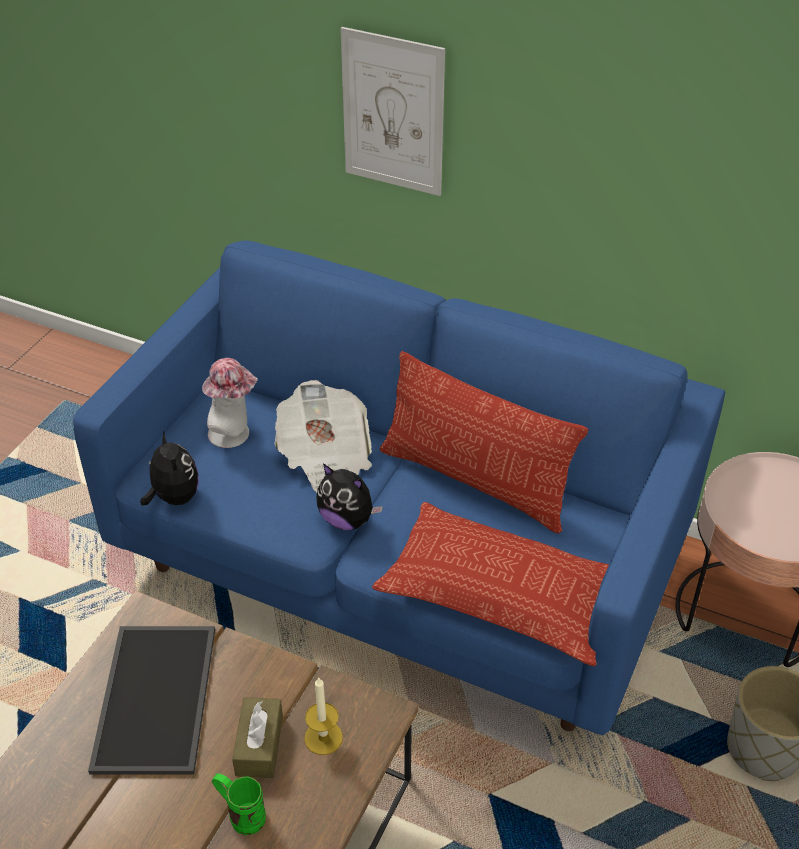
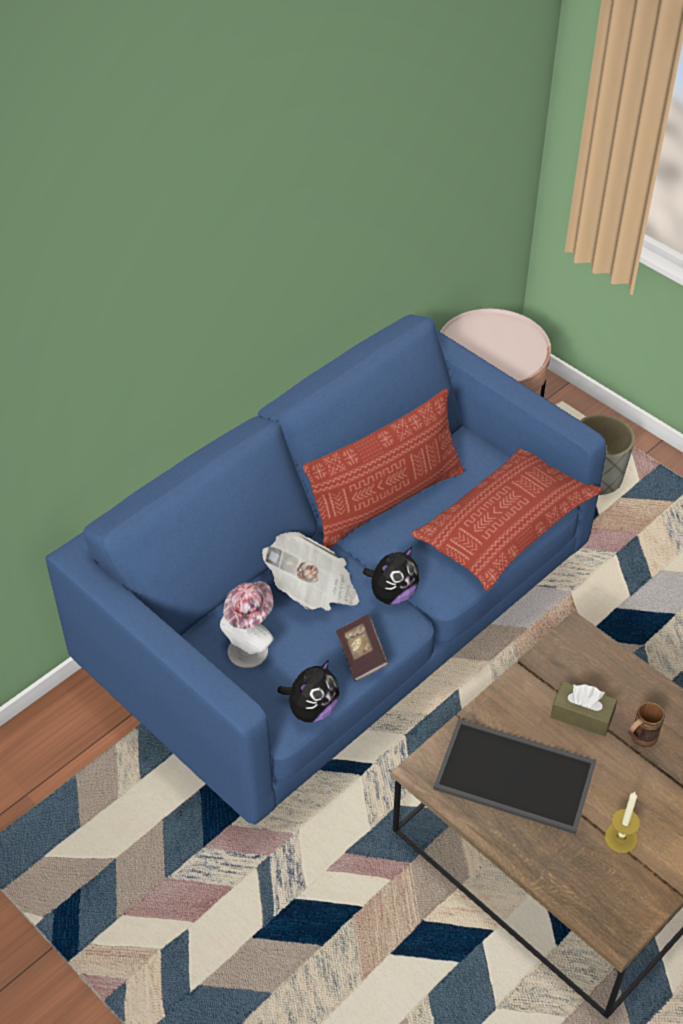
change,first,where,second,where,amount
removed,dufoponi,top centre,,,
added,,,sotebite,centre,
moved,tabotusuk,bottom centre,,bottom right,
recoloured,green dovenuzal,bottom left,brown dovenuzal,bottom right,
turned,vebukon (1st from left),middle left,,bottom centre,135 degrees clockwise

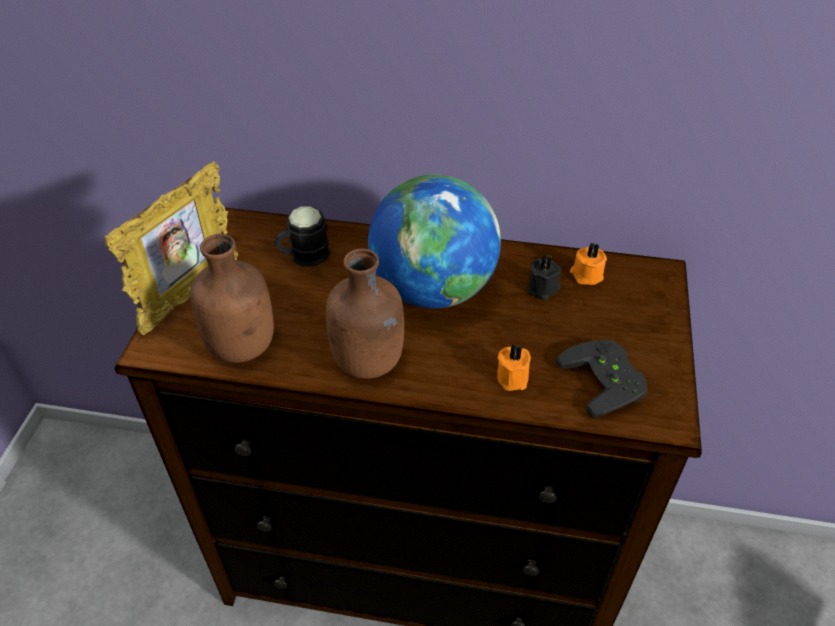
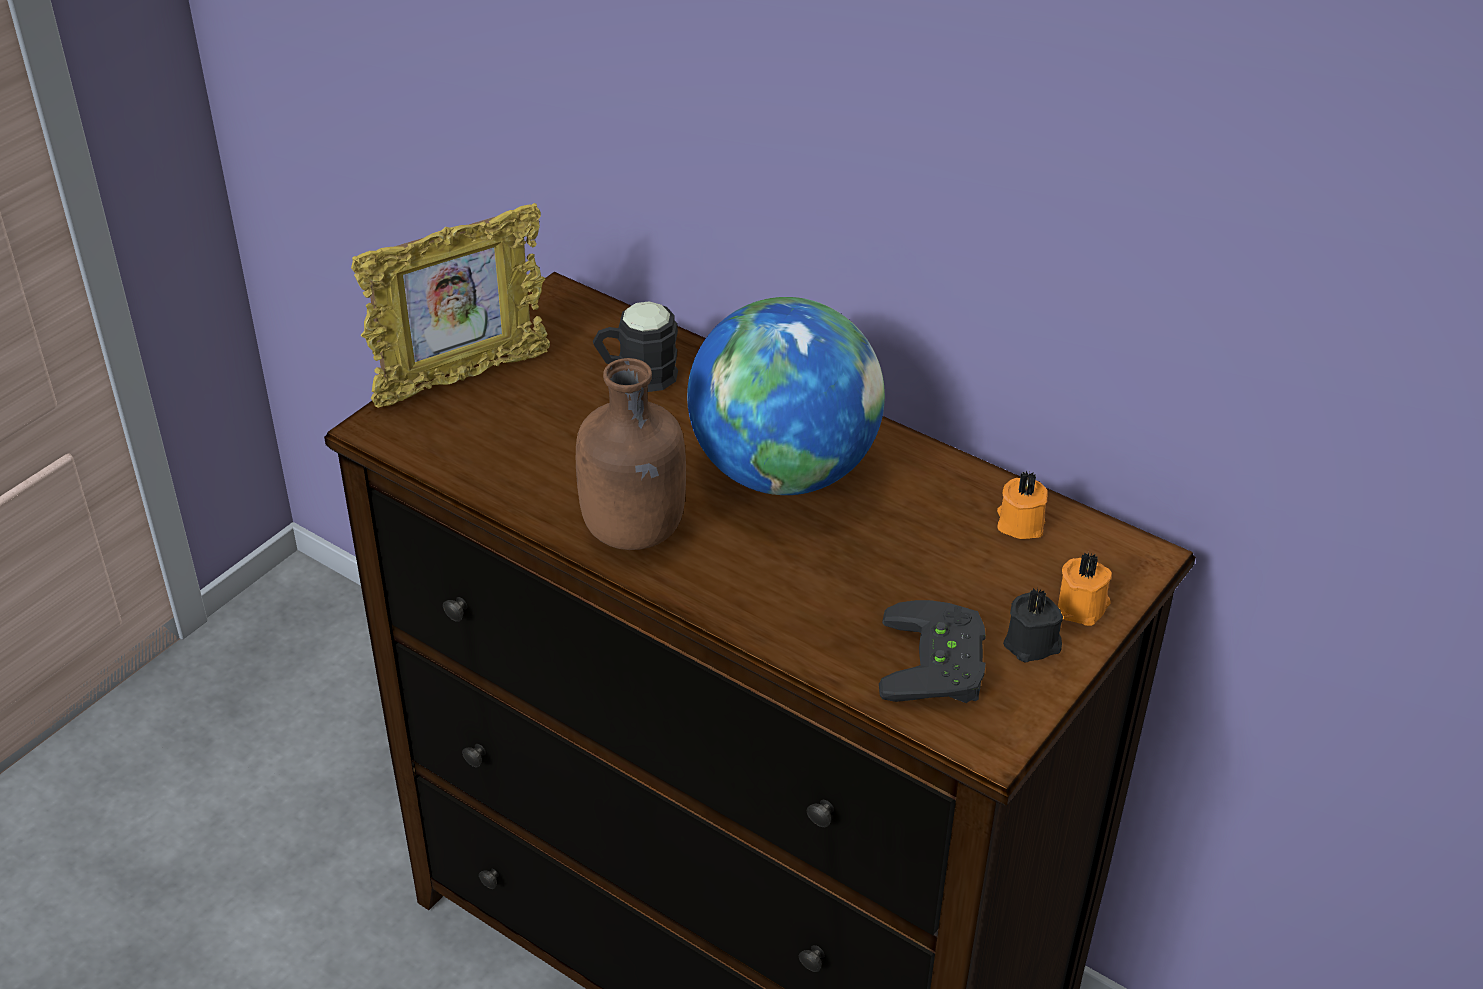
change,first,where,second,where,amount
removed,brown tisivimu (1st from left),middle left,,,
moved,orange tabotusuk (1st from left in the first image),centre,orange tabotusuk (2nd from left),middle right,
moved,black tabotusuk,centre,,middle right,

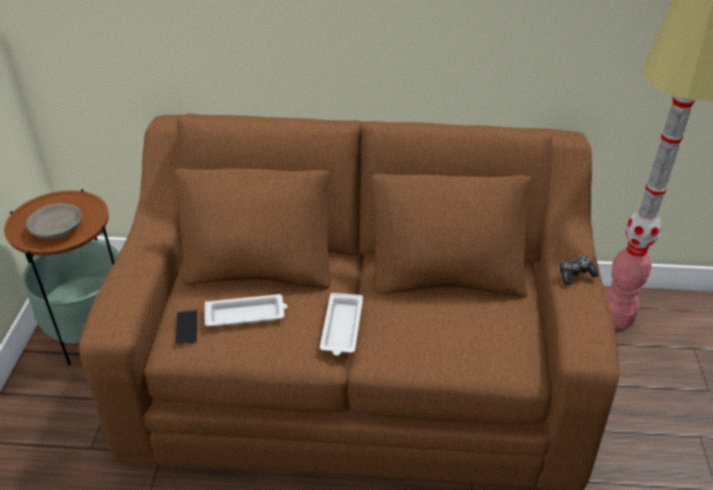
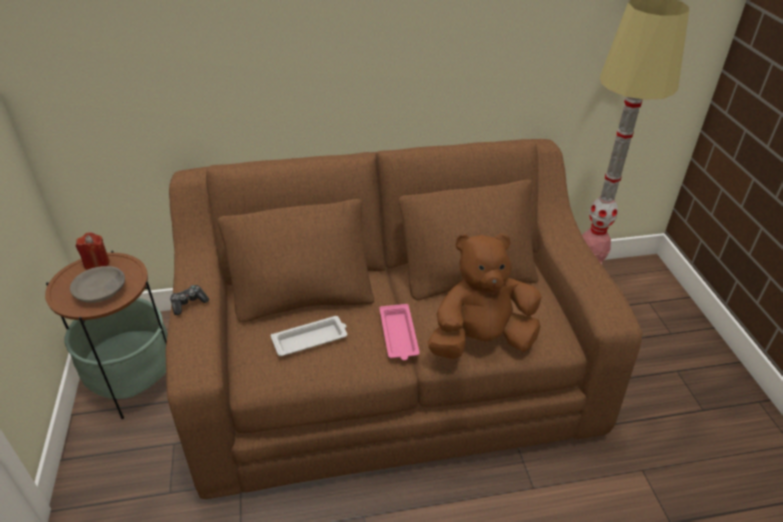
change,first,where,second,where,amount
removed,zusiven,bottom left,,,
added,,,red tabotusuk,middle left,
added,,,brown vebukon,centre,
moved,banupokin,middle right,,middle left,
recoloured,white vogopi (2nd from left),centre,pink vogopi,centre,

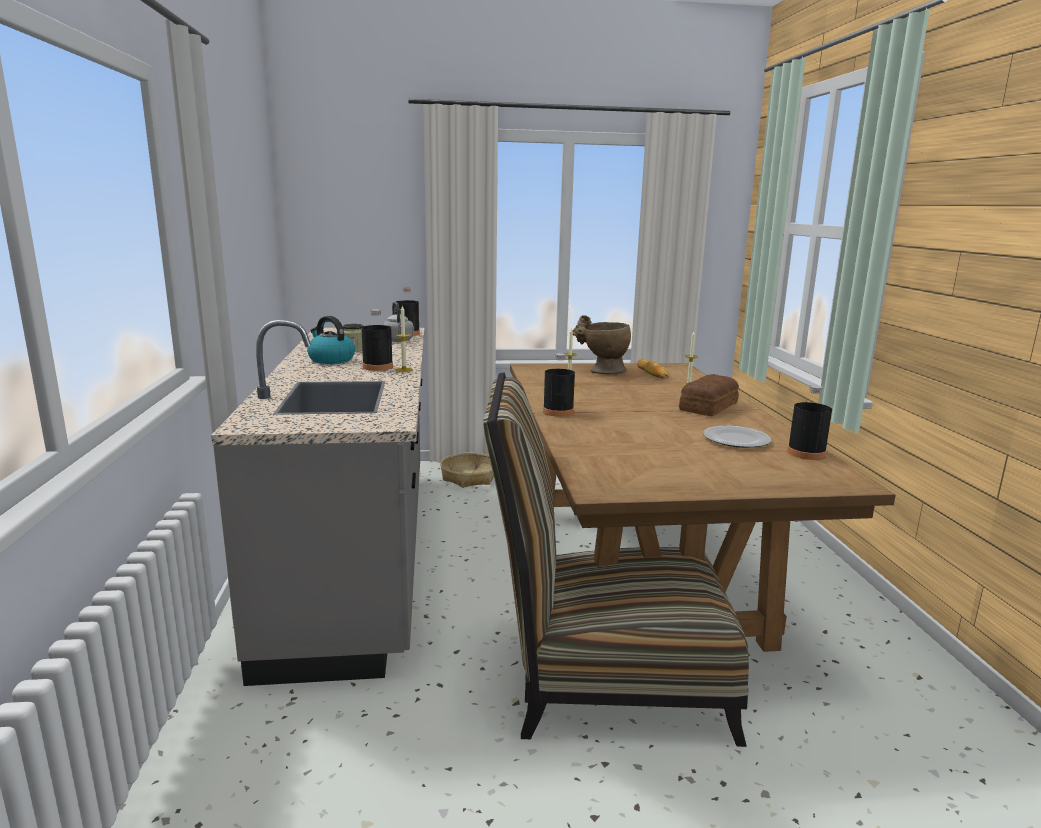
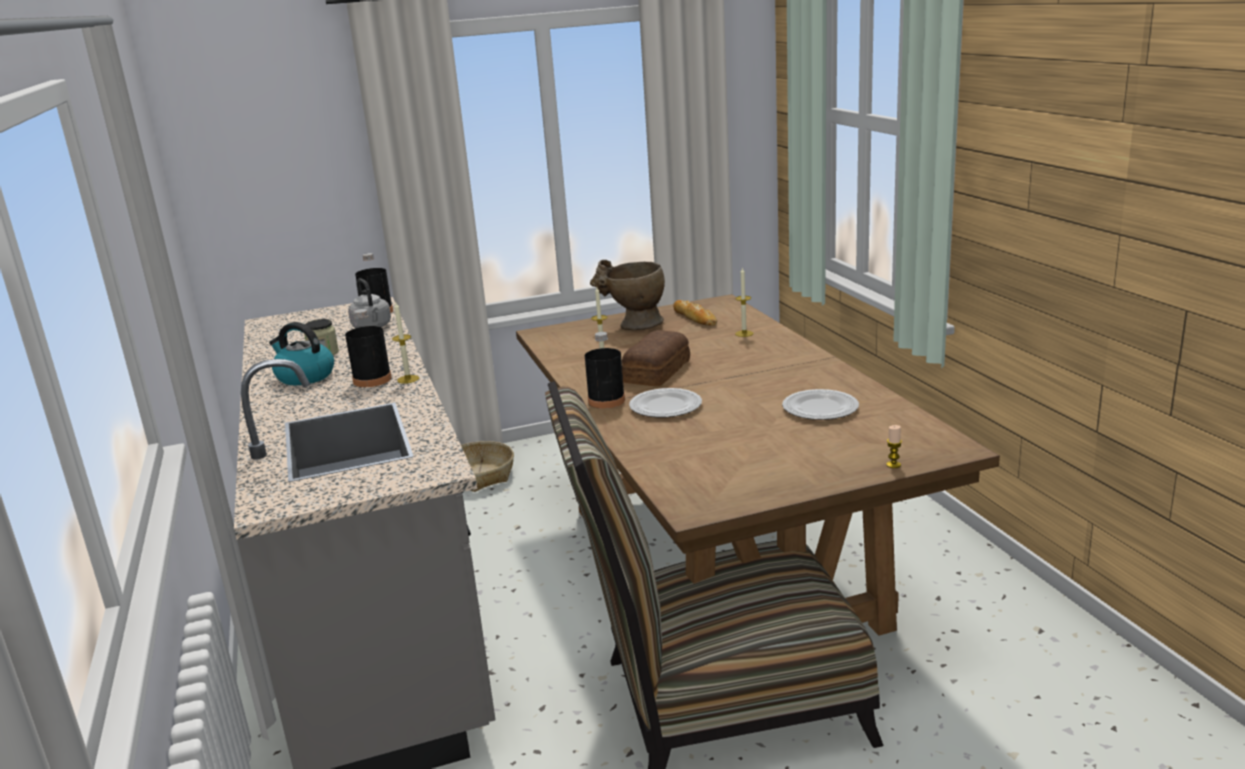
change,first,where,second,where,amount
removed,black tisivimu (4th from left),middle right,,,
added,,,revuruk (1st from left),centre,
added,,,tabotusuk (4th from left),middle right,
moved,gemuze (2nd from left in the first image),middle right,gemuze (1st from left),centre,

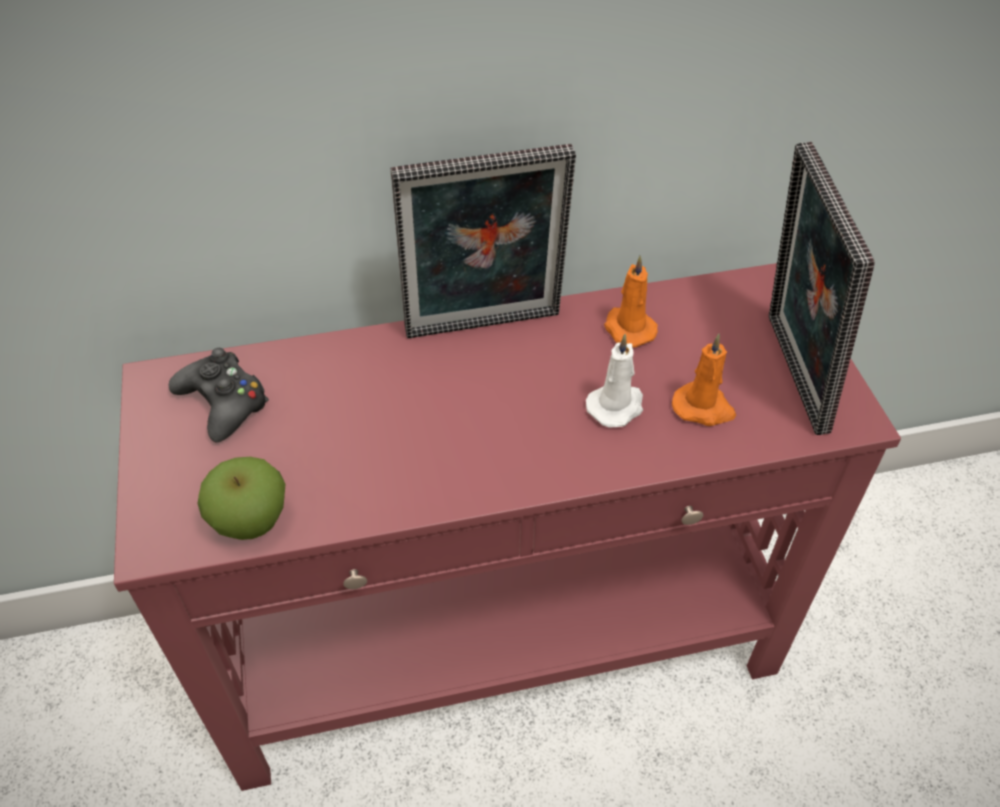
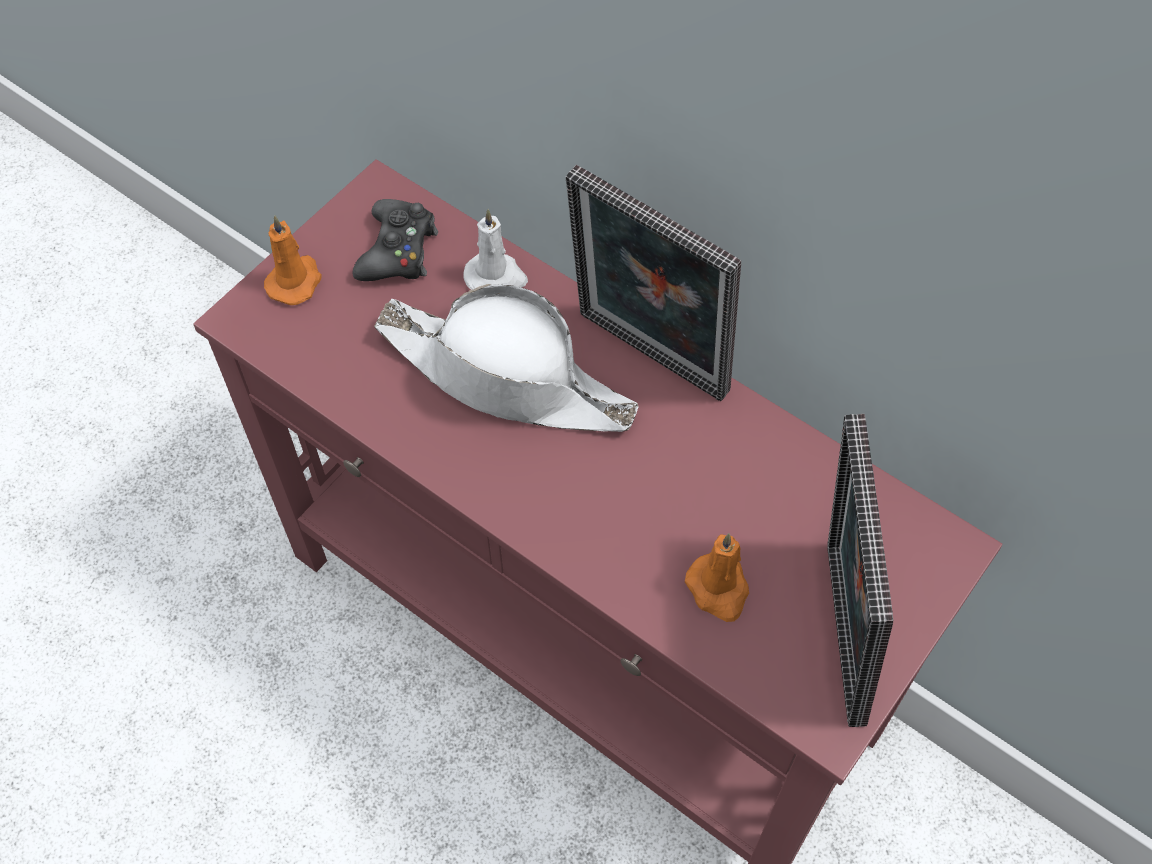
change,first,where,second,where,amount
removed,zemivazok,middle left,,,
added,,,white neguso,centre,
moved,white tabotusuk,centre,,top centre,
moved,orange tabotusuk (1st from left),centre,,top left,
turned,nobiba (2nd from left),middle right,,middle right,45 degrees counterclockwise

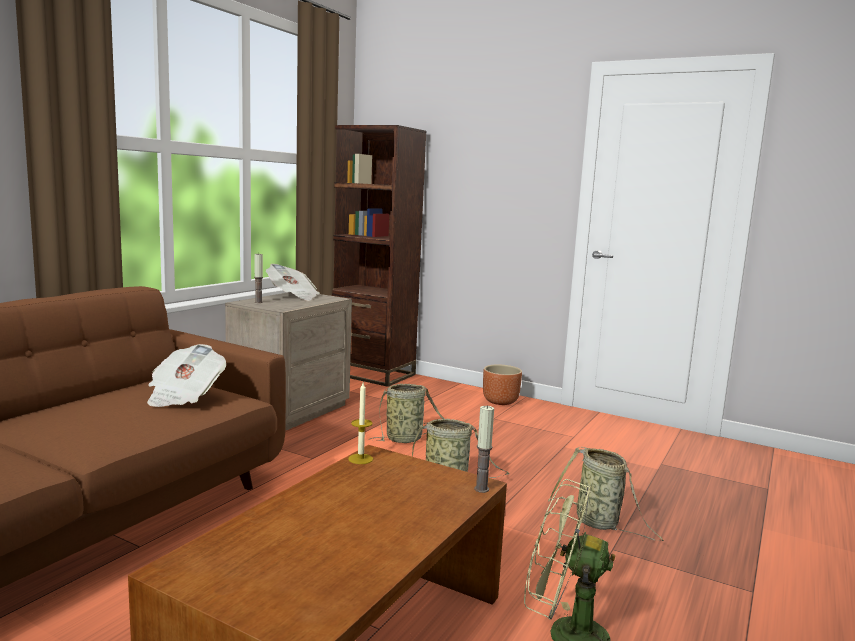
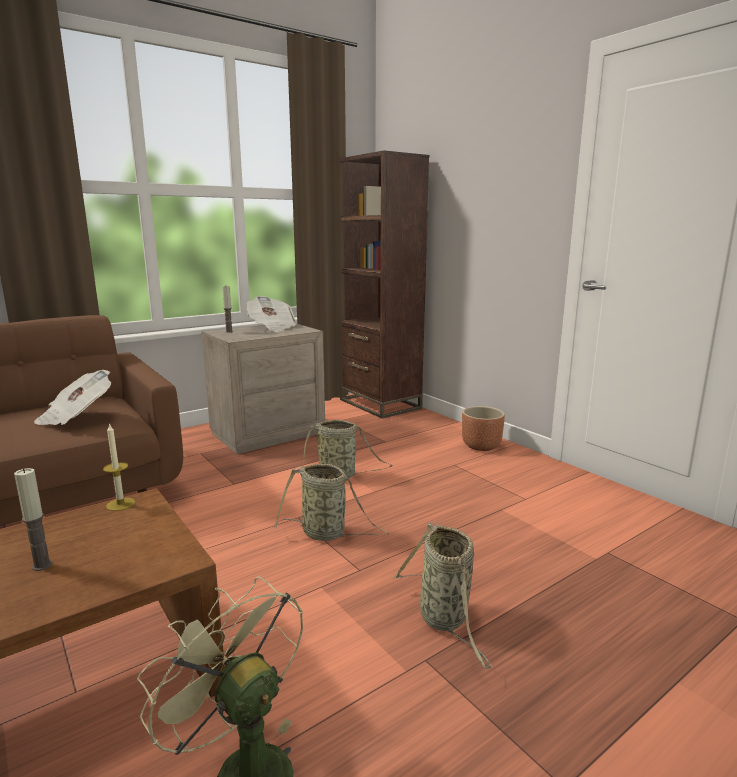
change,first,where,second,where,amount
moved,tabotusuk (3rd from left in the first image),bottom centre,tabotusuk (1st from left),bottom left,

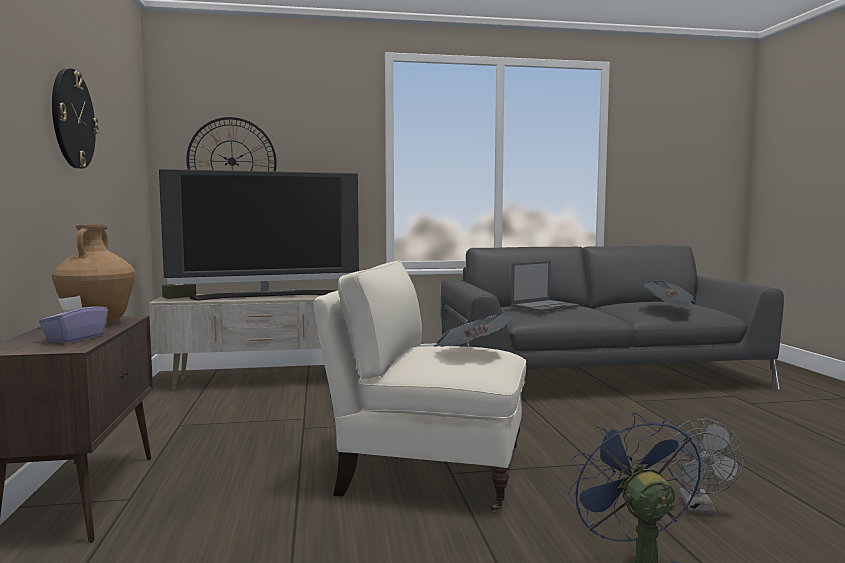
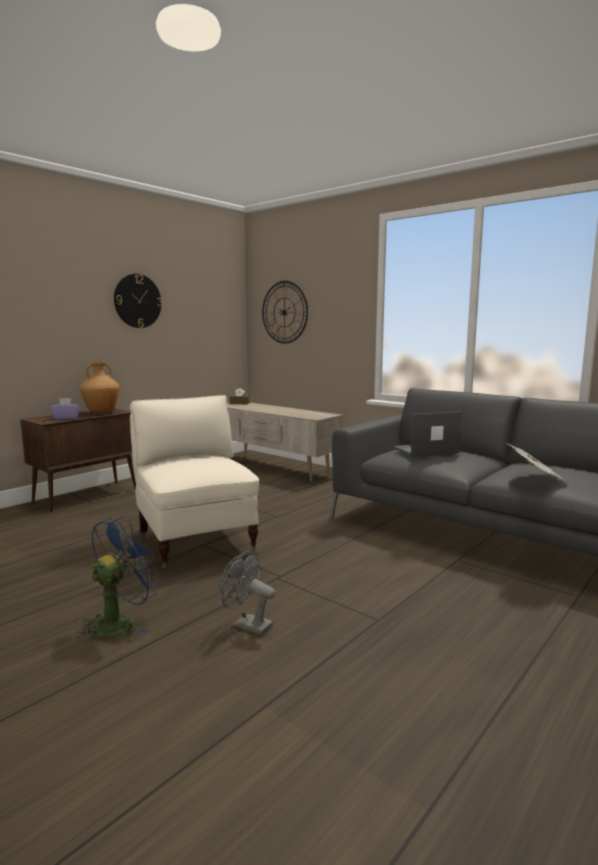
change,first,where,second,where,amount
removed,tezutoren,middle left,,,
removed,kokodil (1st from left),centre,,,
turned,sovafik,centre,,middle right,150 degrees clockwise
turned,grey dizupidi,bottom right,,bottom centre,60 degrees clockwise

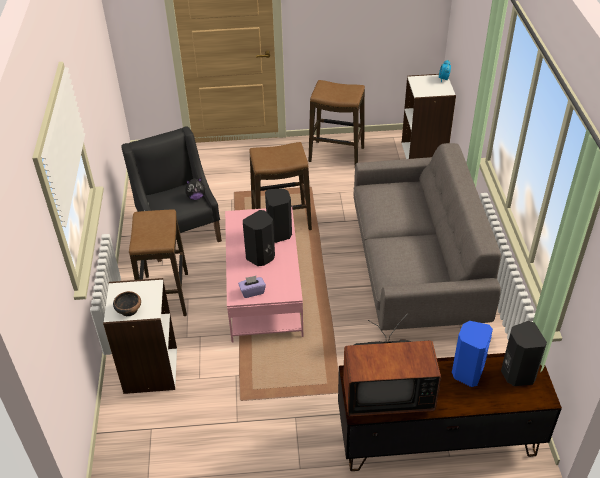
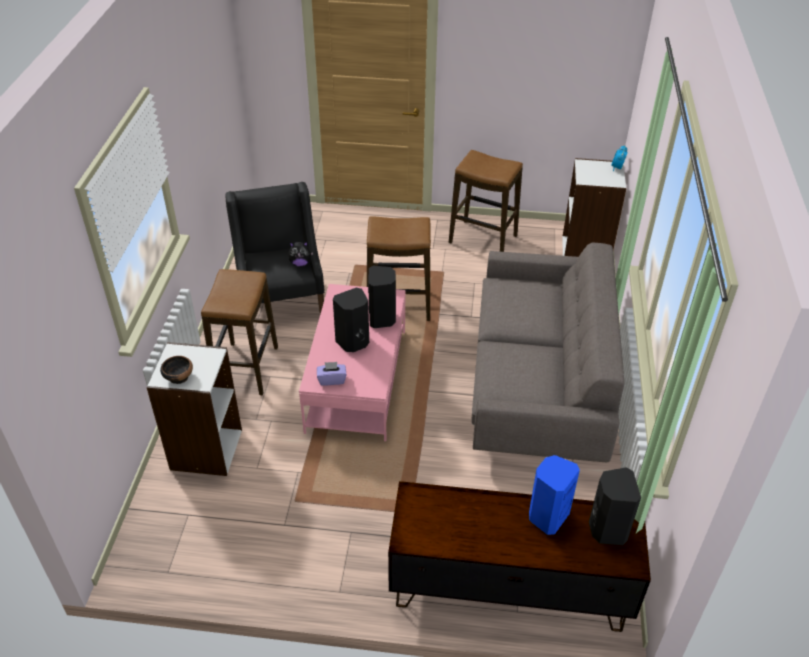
change,first,where,second,where,amount
removed,tezutoren,bottom centre,,,

